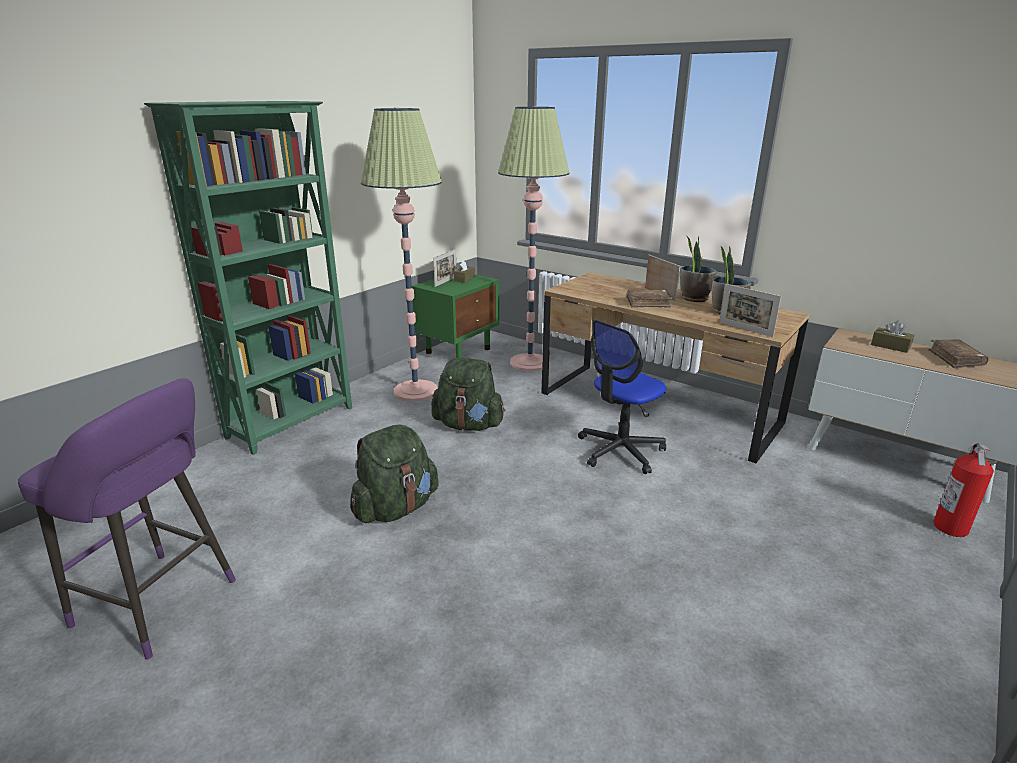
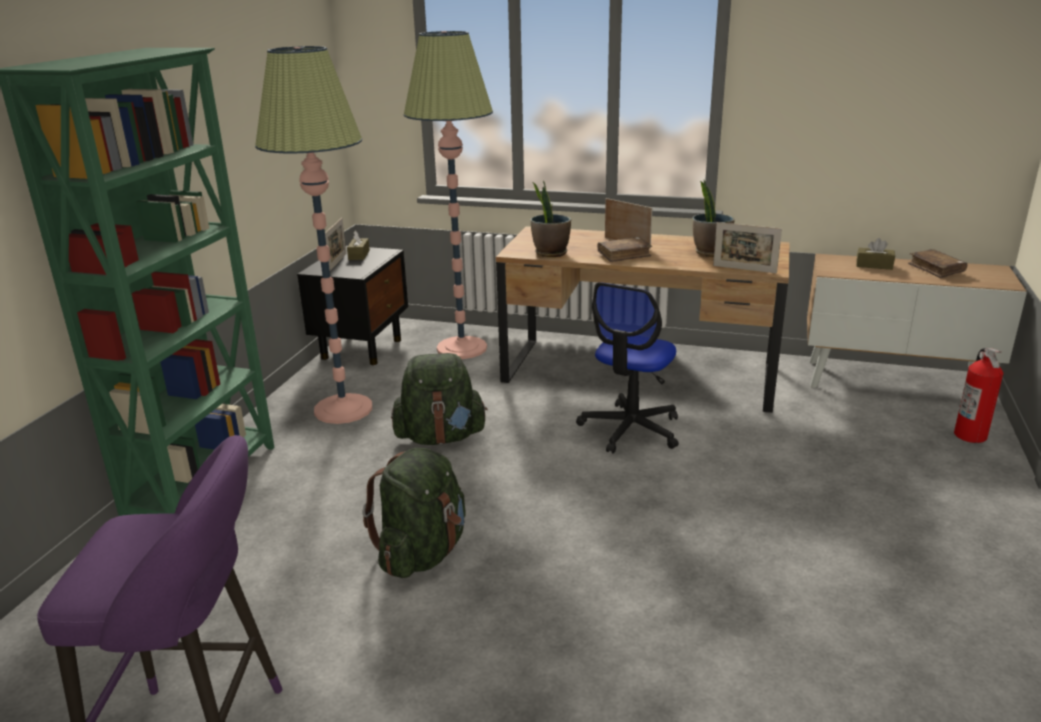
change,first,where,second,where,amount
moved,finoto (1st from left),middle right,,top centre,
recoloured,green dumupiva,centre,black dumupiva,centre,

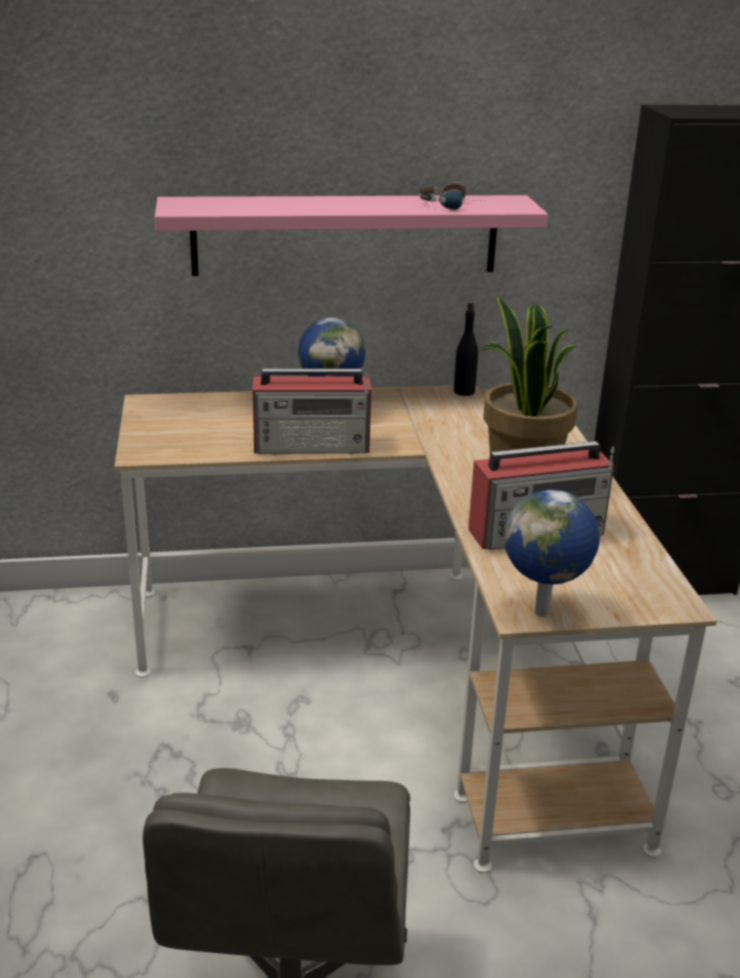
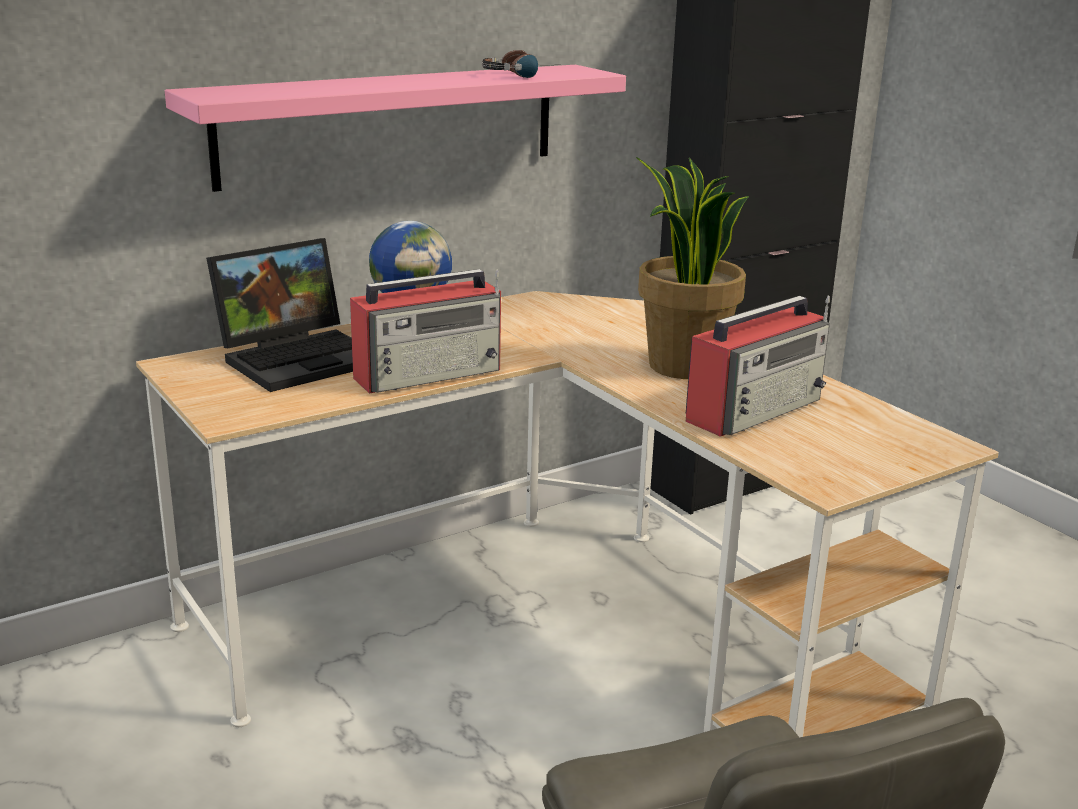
change,first,where,second,where,amount
removed,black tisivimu,centre,,,
removed,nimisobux (2nd from left),middle right,,,
added,,,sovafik,middle left,

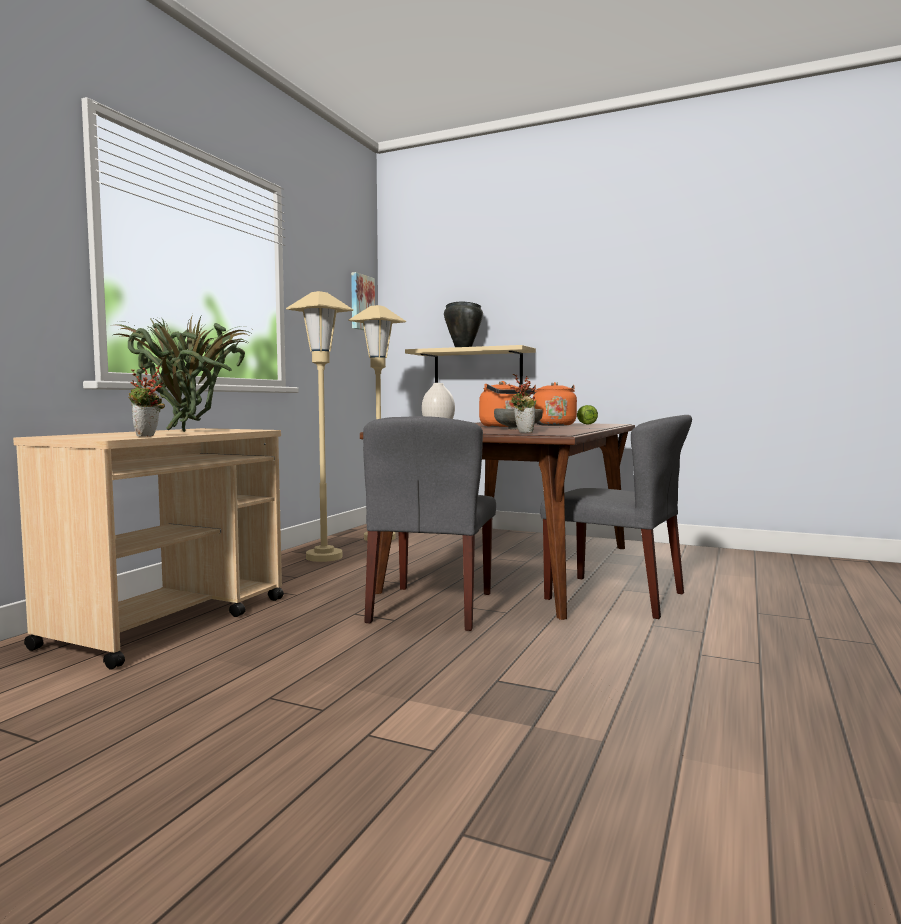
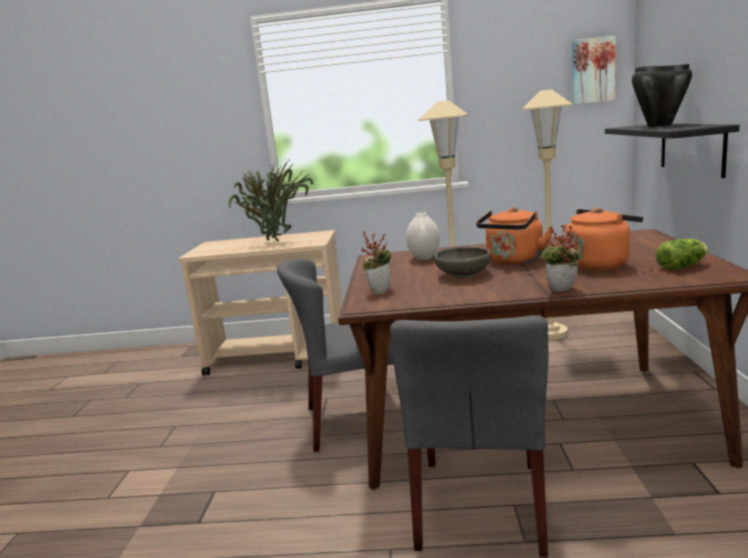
change,first,where,second,where,amount
moved,finoto (1st from left in the first image),middle left,finoto (3rd from left),middle right,
recoloured,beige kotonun,centre,black kotonun,top right,

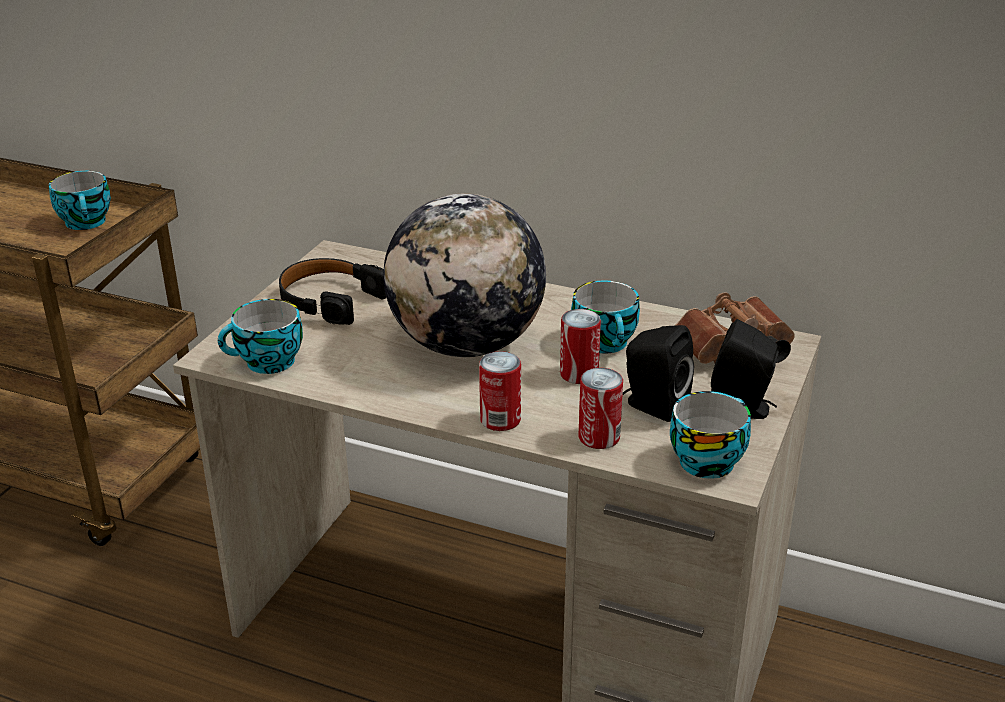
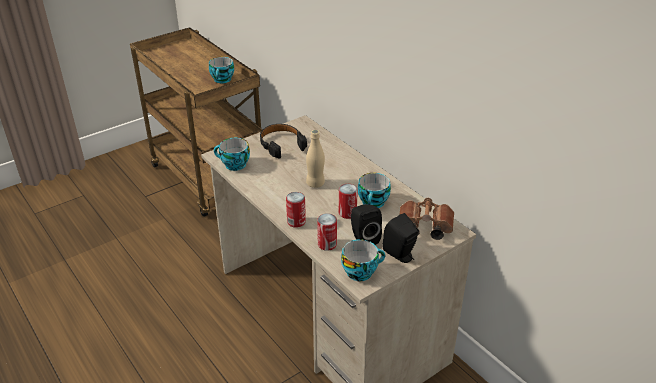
change,first,where,second,where,amount
replaced,nimisobux,centre,beige tisivimu,centre,

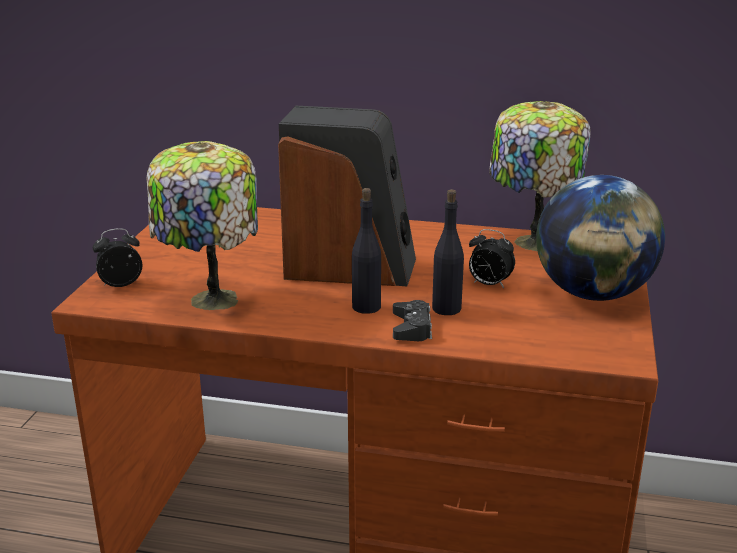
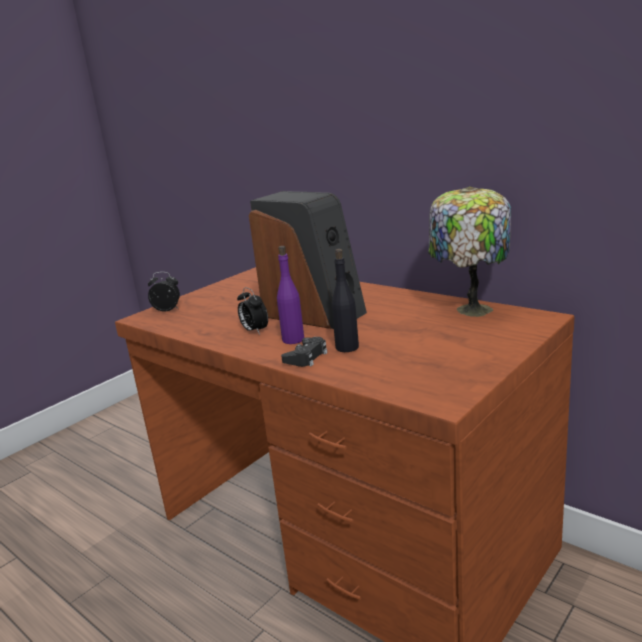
change,first,where,second,where,amount
removed,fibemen (1st from left),middle left,,,
removed,nimisobux,middle right,,,
moved,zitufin (2nd from left),middle right,,centre,
recoloured,black tisivimu (1st from left),centre,purple tisivimu,centre,

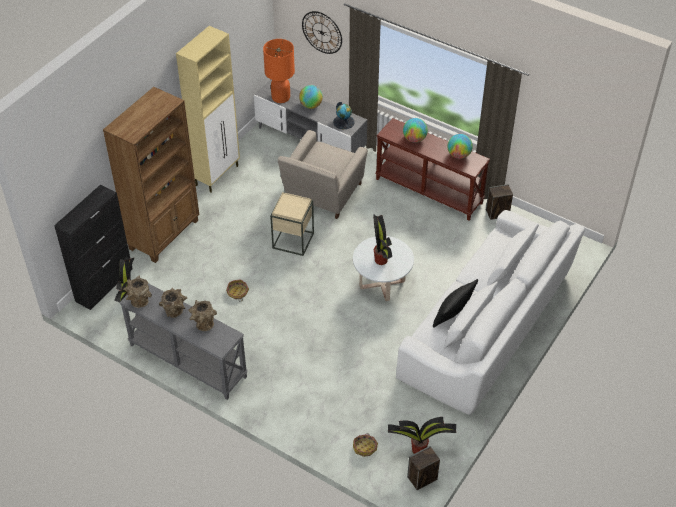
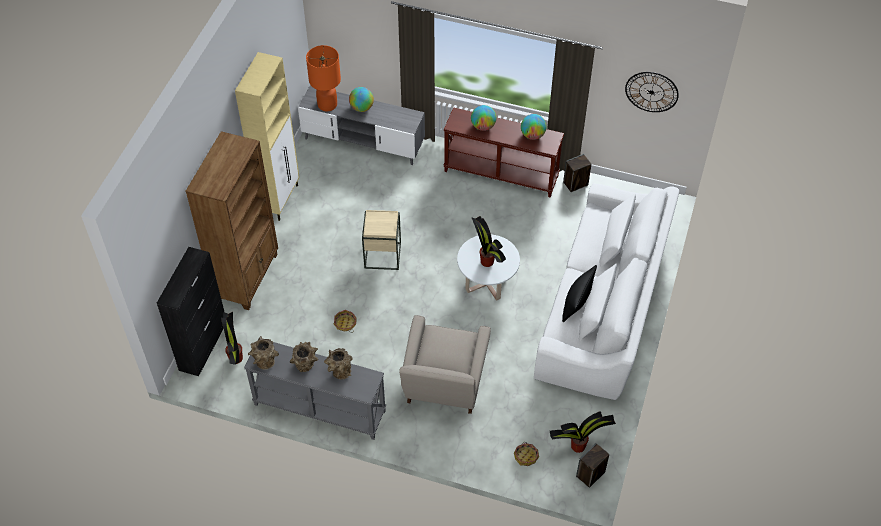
change,first,where,second,where,amount
removed,nimisobux (2nd from left),top centre,,,
moved,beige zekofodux,centre,,bottom centre,
moved,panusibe,top centre,,top right,

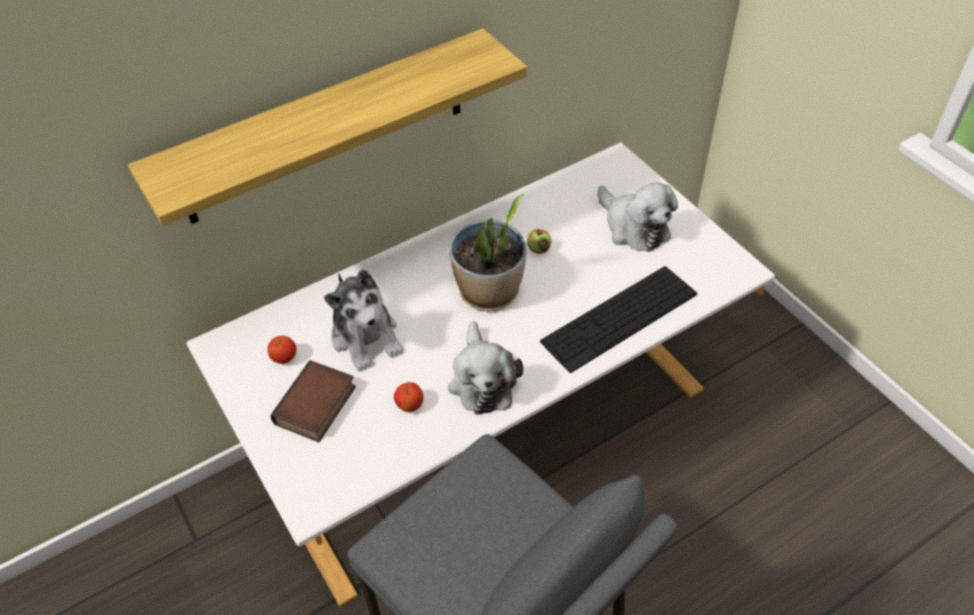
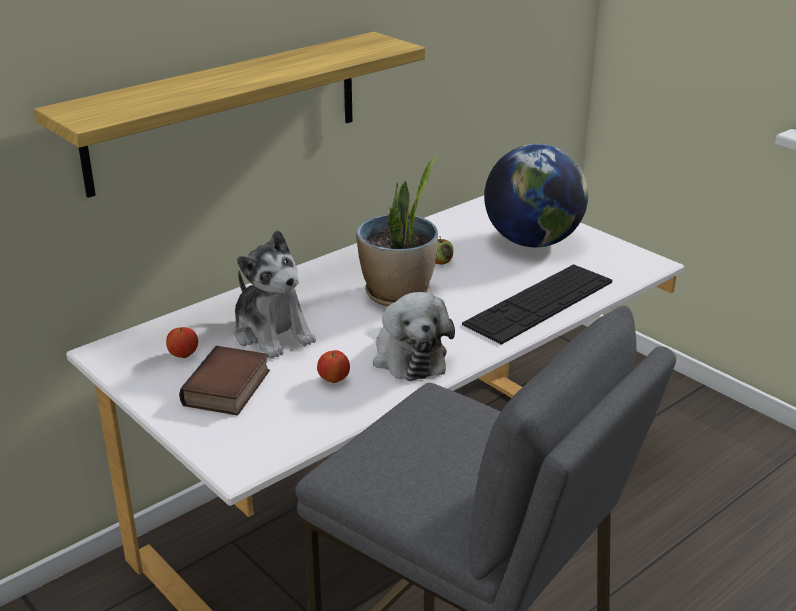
change,first,where,second,where,amount
replaced,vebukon (3rd from left),centre,nimisobux,top right,

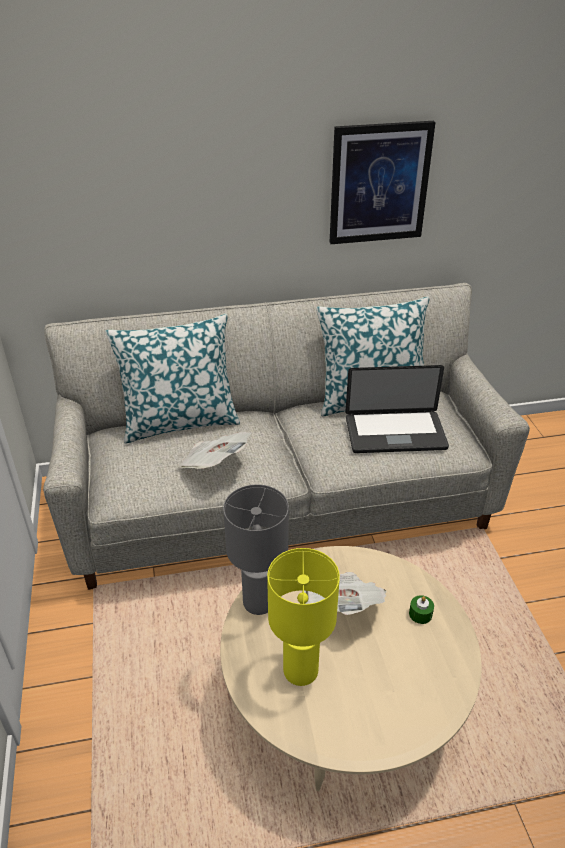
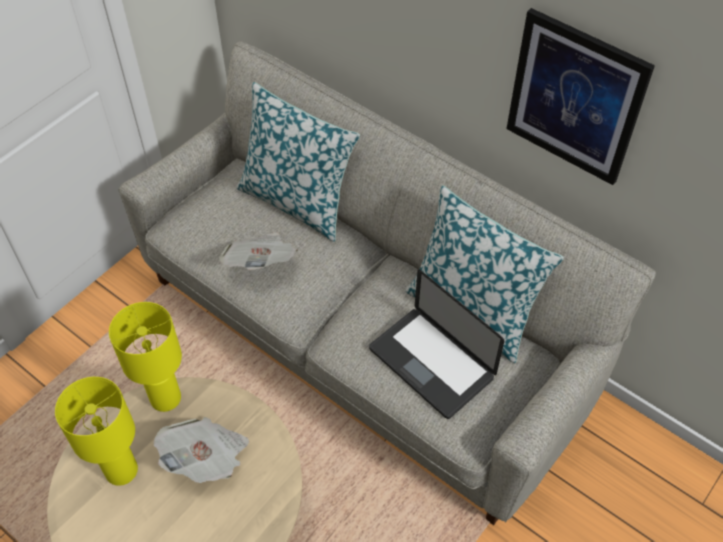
change,first,where,second,where,amount
removed,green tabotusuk,bottom right,,,
recoloured,grey fibemen,centre,yellow fibemen (2nd from left),middle left,

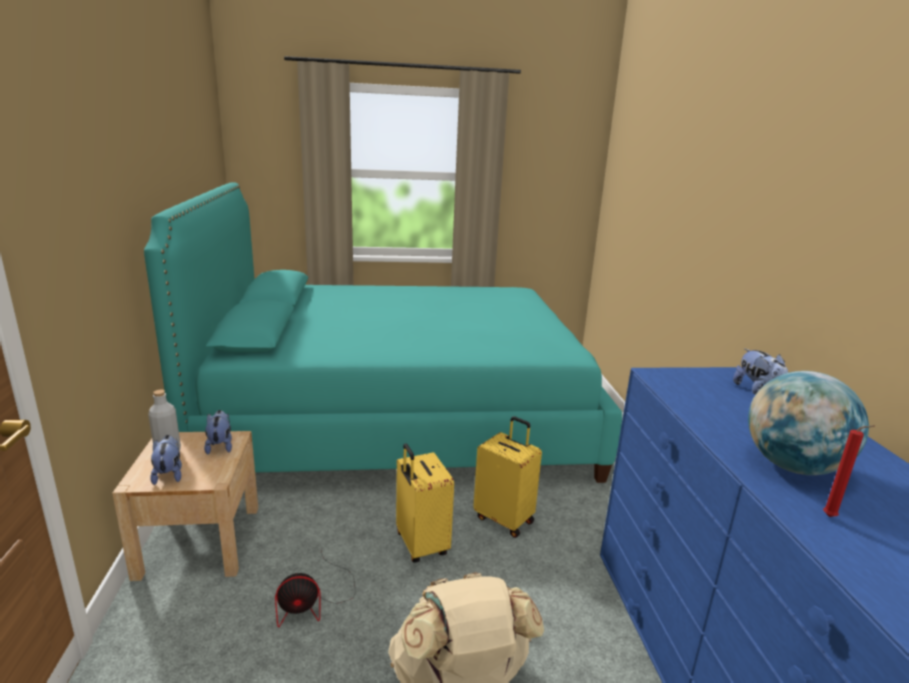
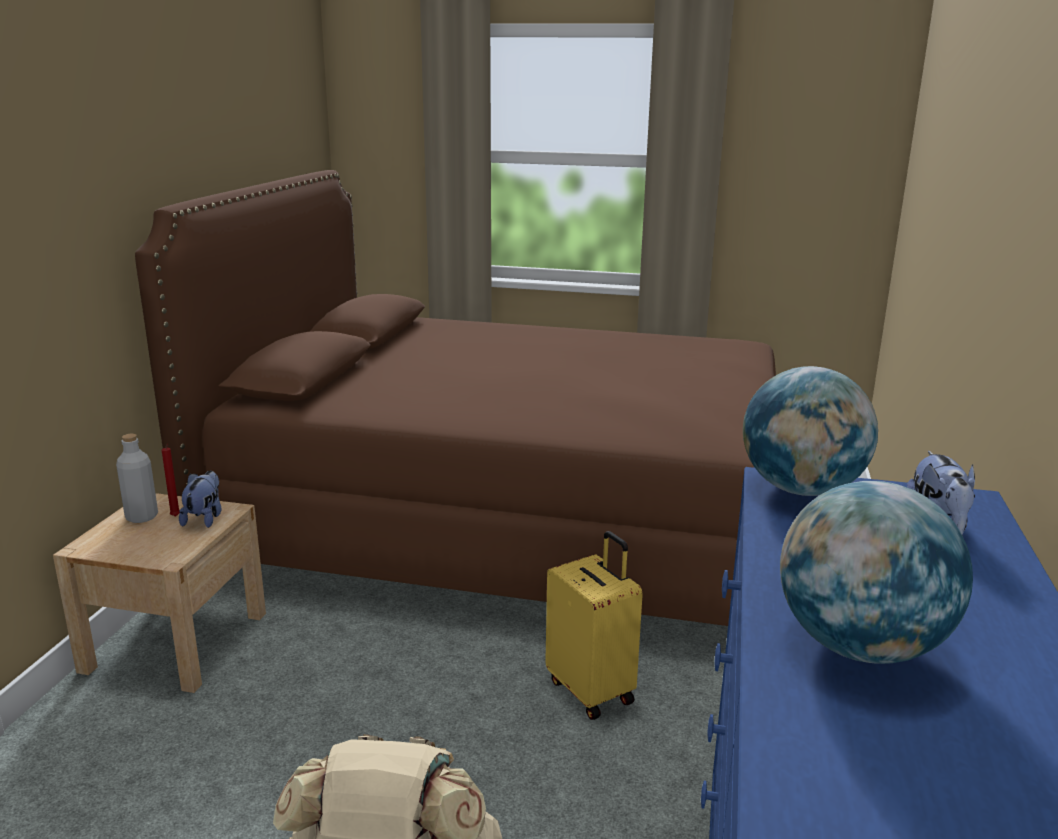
change,first,where,second,where,amount
removed,vebukon (1st from left),bottom left,,,
removed,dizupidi,bottom centre,,,
removed,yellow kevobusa (1st from left),bottom centre,,,
added,,,nimisobux (1st from left),middle right,
moved,red tabotusuk,bottom right,,middle left,
recoloured,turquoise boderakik,centre,brown boderakik,centre,

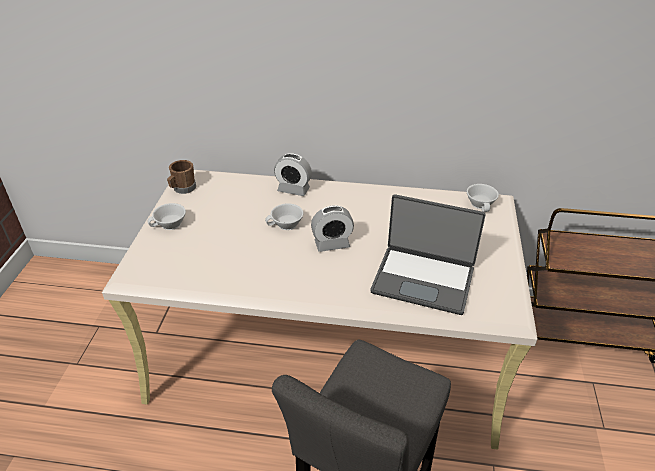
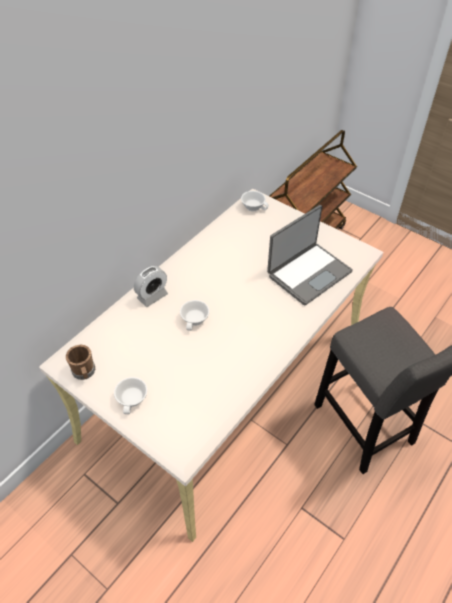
change,first,where,second,where,amount
removed,zitufin (2nd from left),centre,,,

